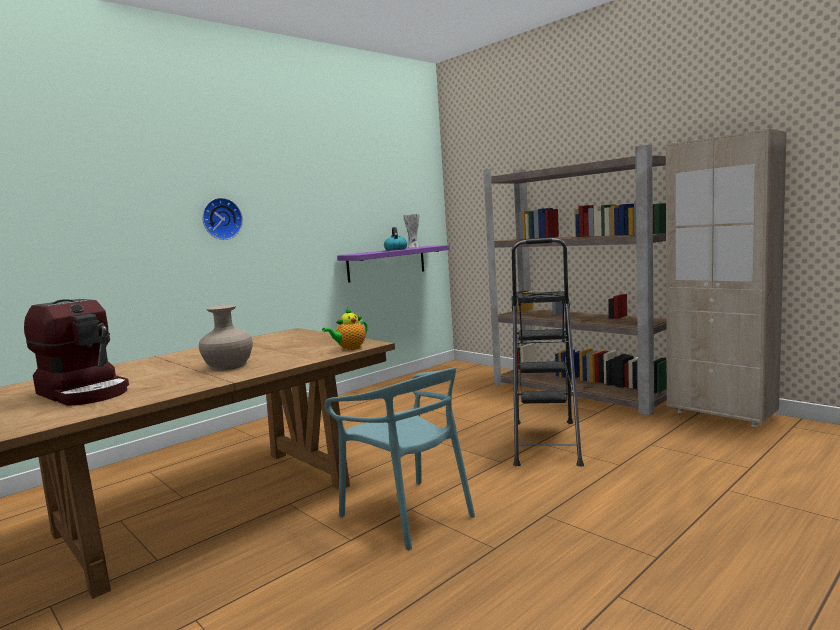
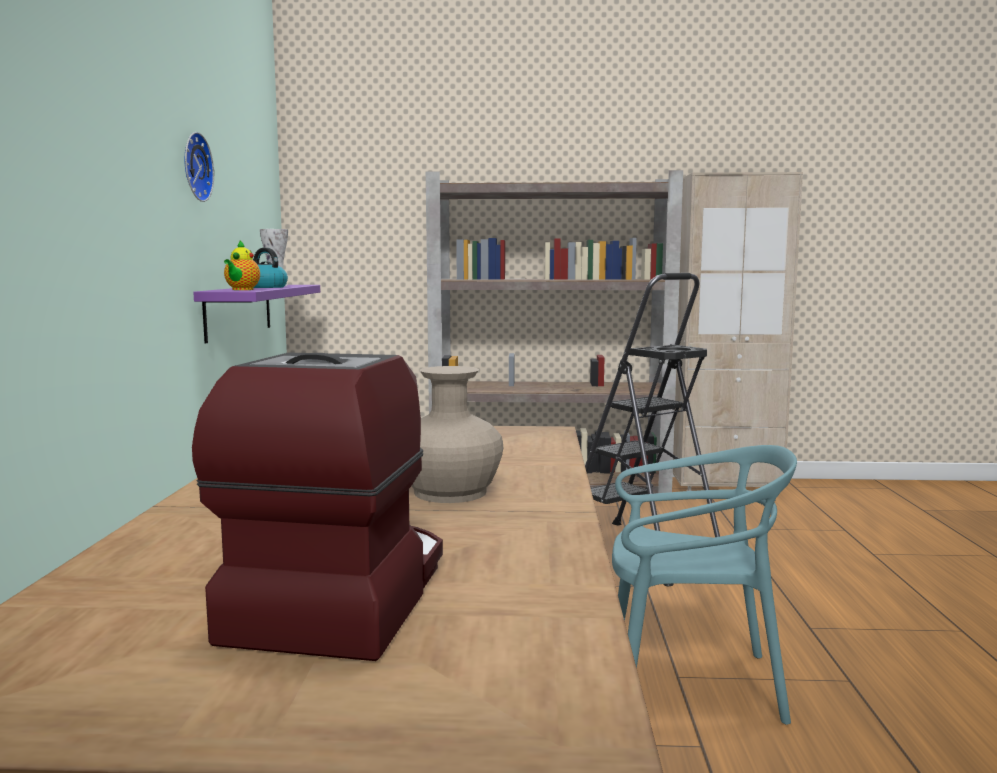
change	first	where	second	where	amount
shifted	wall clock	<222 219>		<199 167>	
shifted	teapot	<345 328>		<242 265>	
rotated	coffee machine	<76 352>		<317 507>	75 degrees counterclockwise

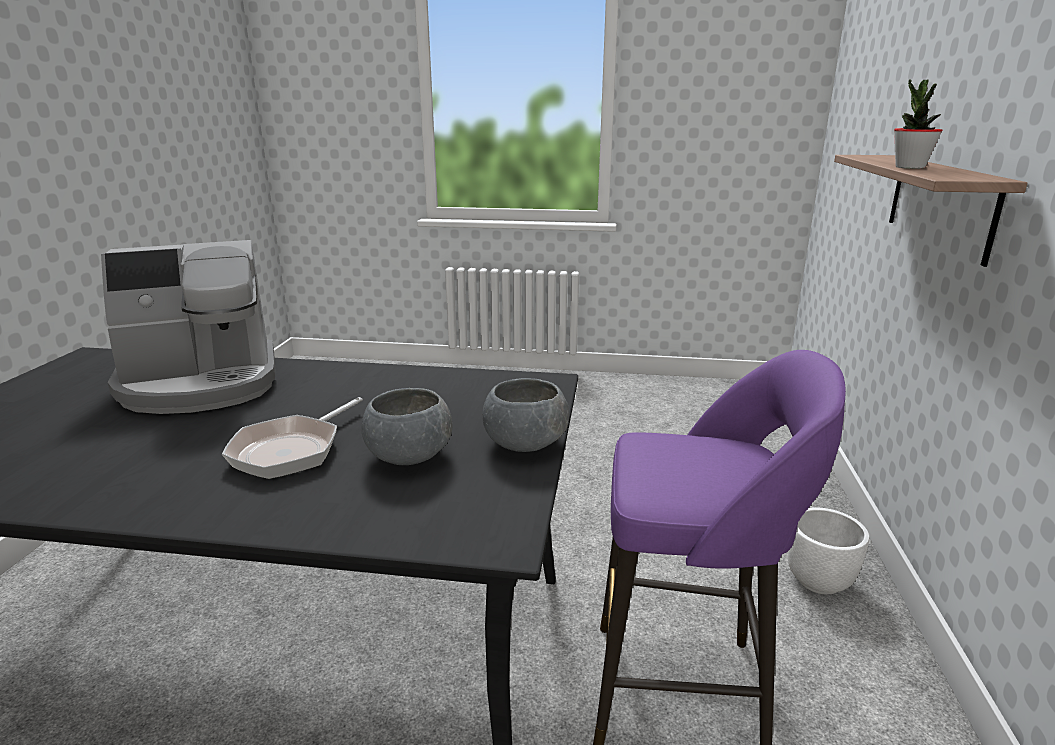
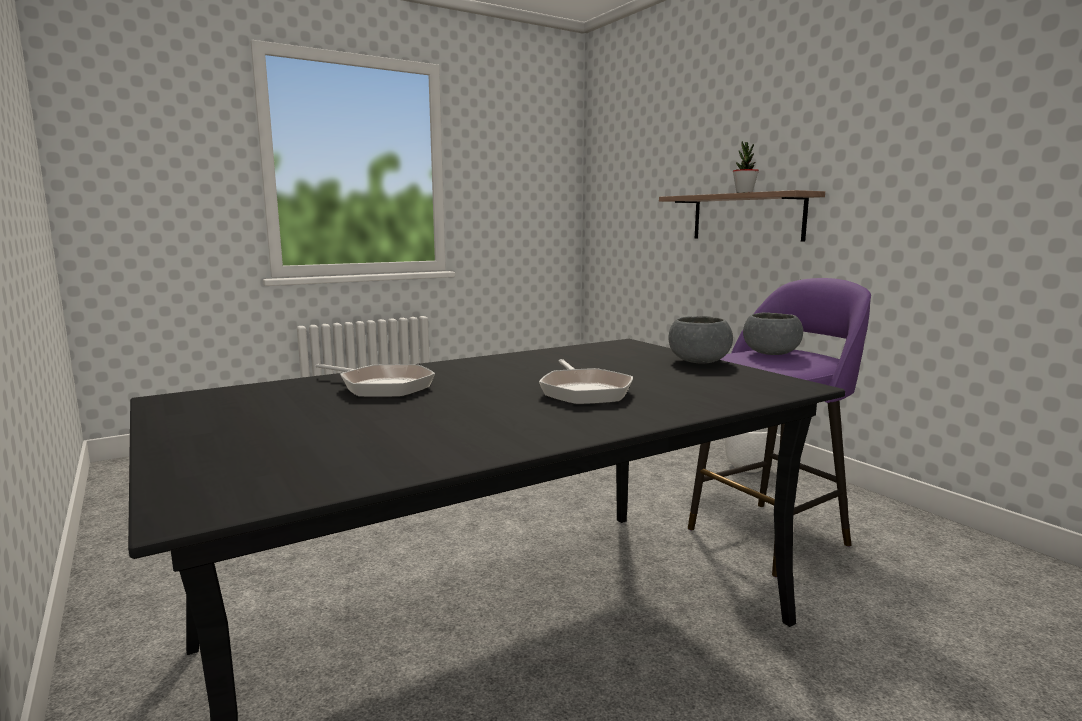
change	first	where	second	where	amount
shifted	grey bowl	<407 426>		<773 333>	
swapped	coffee machine	<188 327>	frying pan	<375 380>	

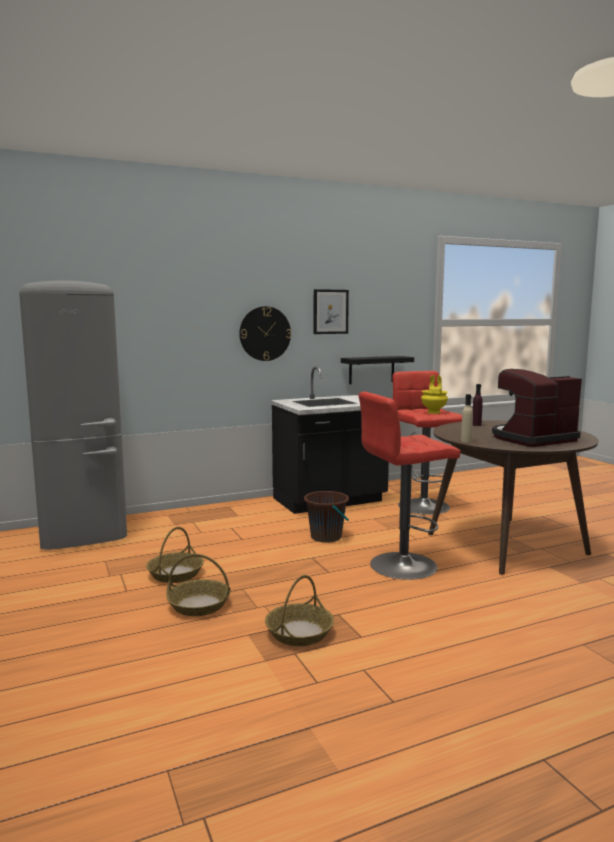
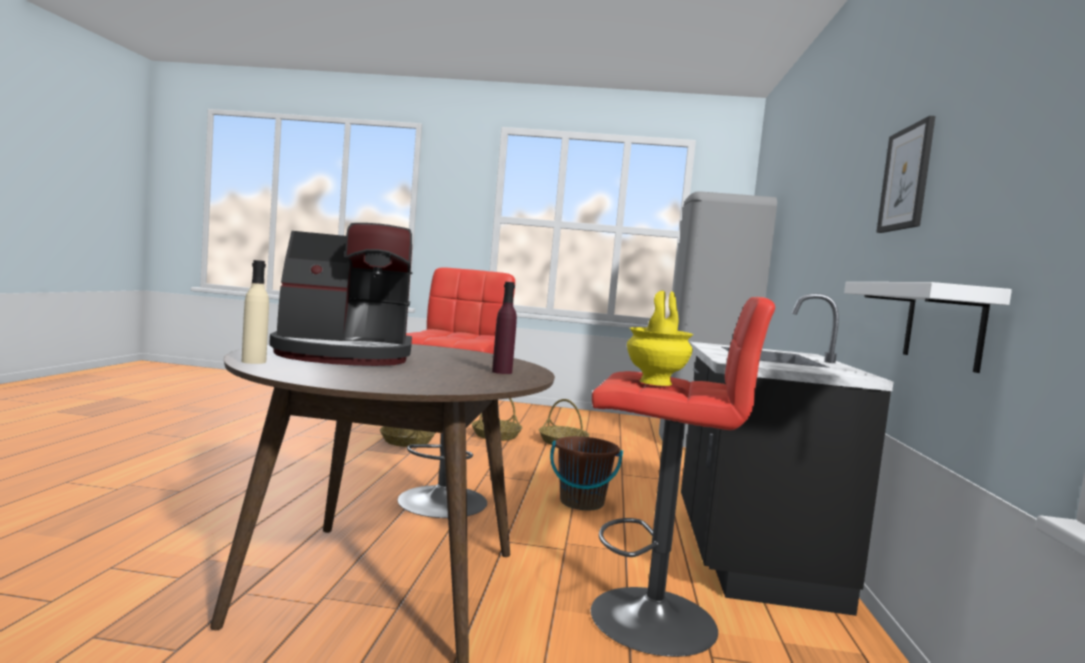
change	first	where	second	where	amount
gone	wall clock	<265 333>			
shifted	beige bottle	<467 418>		<255 312>	
repainted	black shelf	<377 370>	white shelf	<928 327>	
rotated	coffee machine	<537 408>		<340 294>	75 degrees clockwise

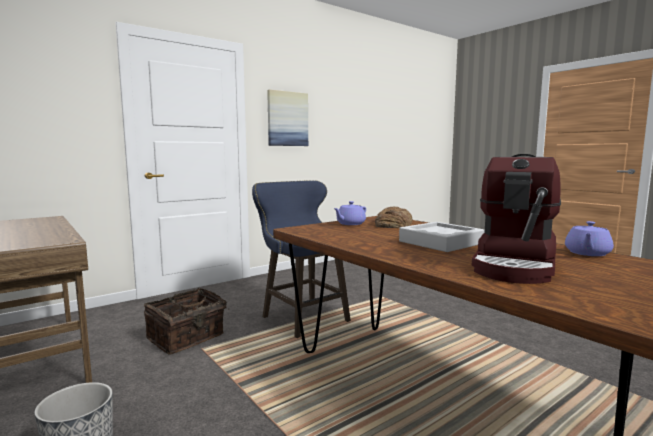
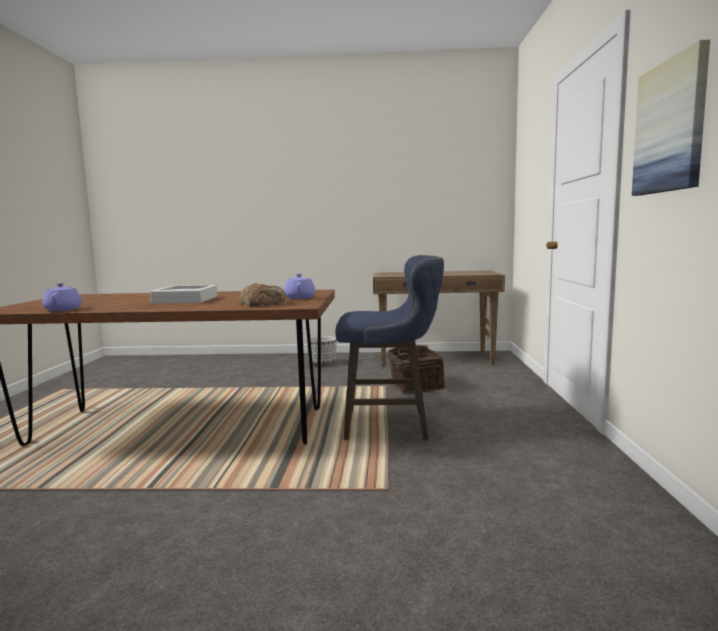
change	first	where	second	where	amount
gone	coffee machine	<516 219>			

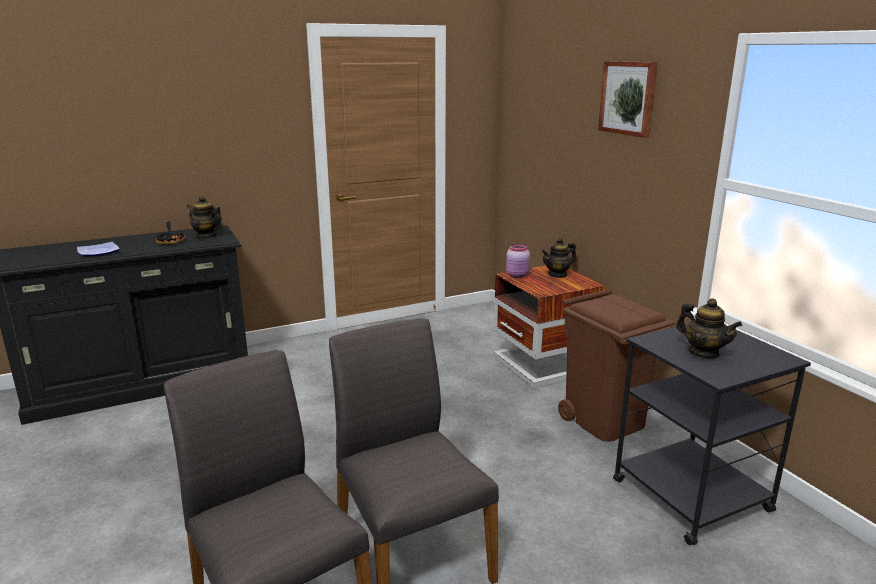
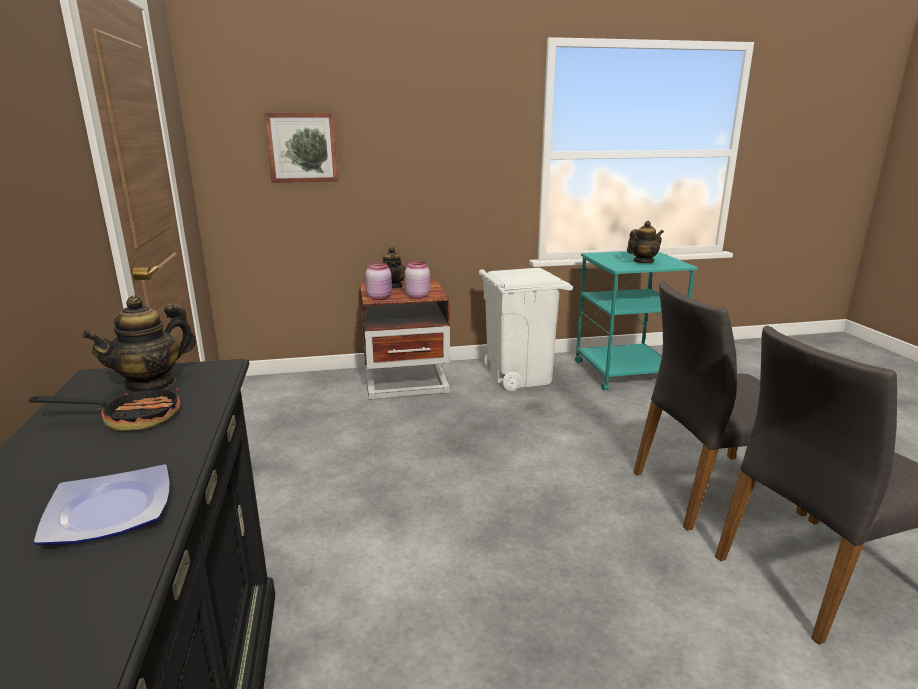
change	first	where	second	where	amount
new			pink jar	<417 280>	
shifted	picture	<628 99>		<301 148>	
repainted	brown trash can	<617 365>	white trash can	<526 329>	
repainted	black cart	<712 434>	turquoise cart	<636 320>	

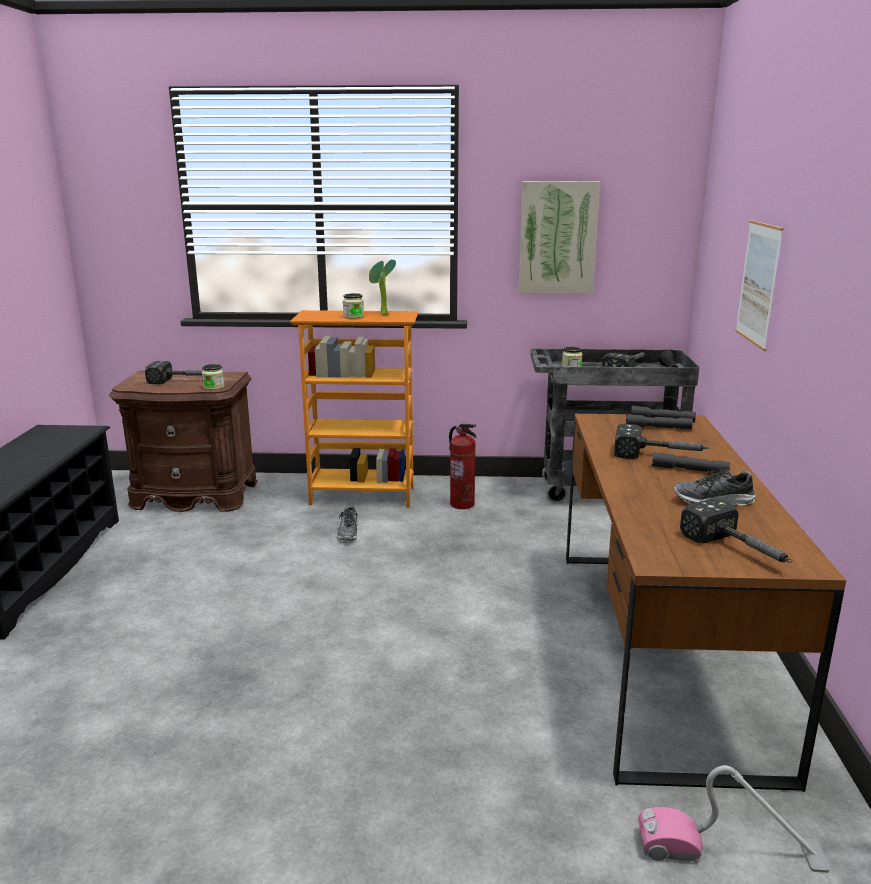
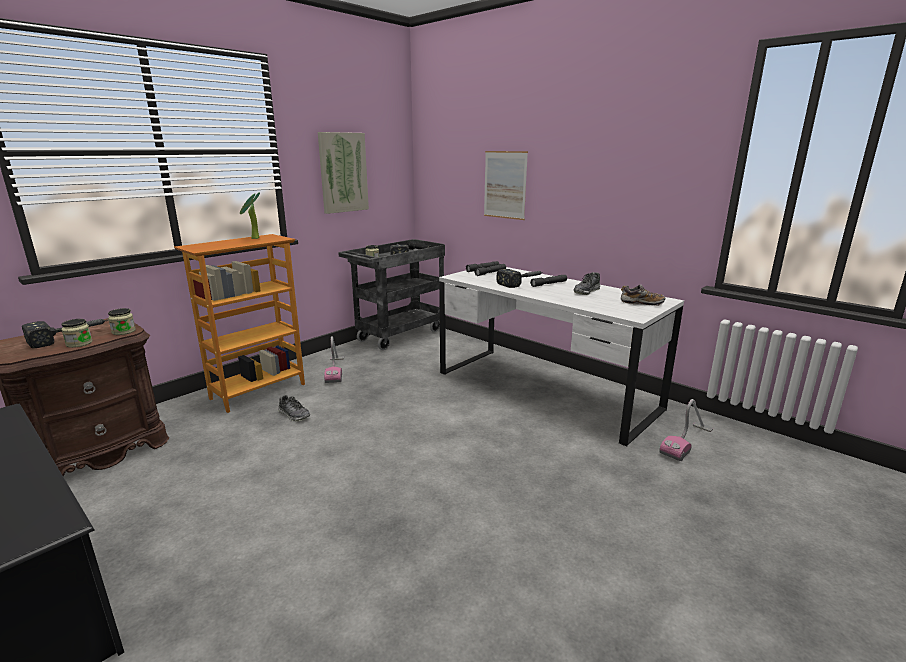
change	first	where	second	where	amount
shifted	jar	<353 306>		<77 333>	
swapped	fire extinguisher	<463 466>	vacuum cleaner	<334 359>	
swapped	hammer	<736 530>	shoe	<643 295>	
repainted	brown desk	<706 603>	white desk	<561 356>	

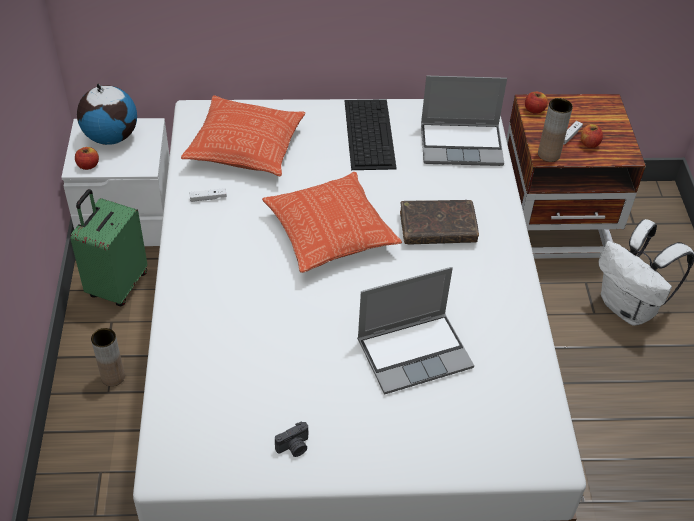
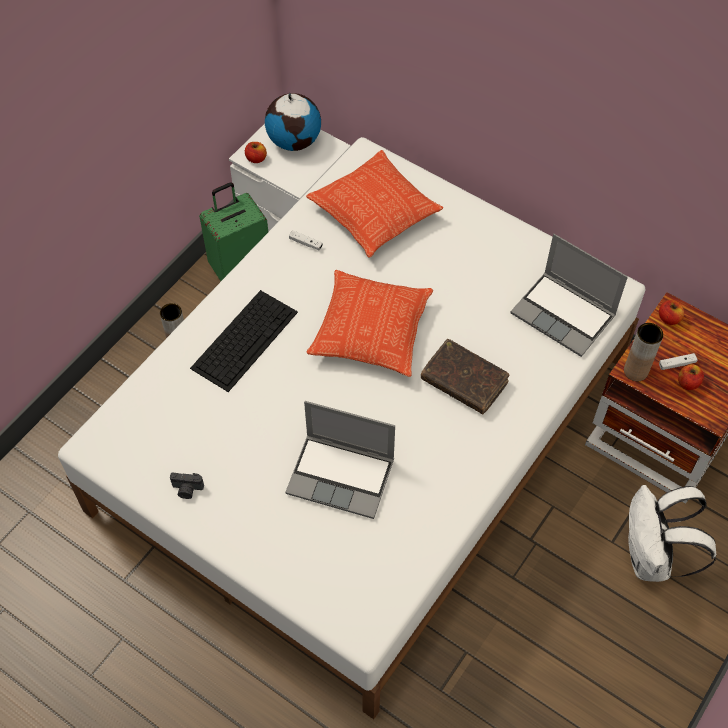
change	first	where	second	where	amount
shifted	keyboard	<371 134>		<244 341>	

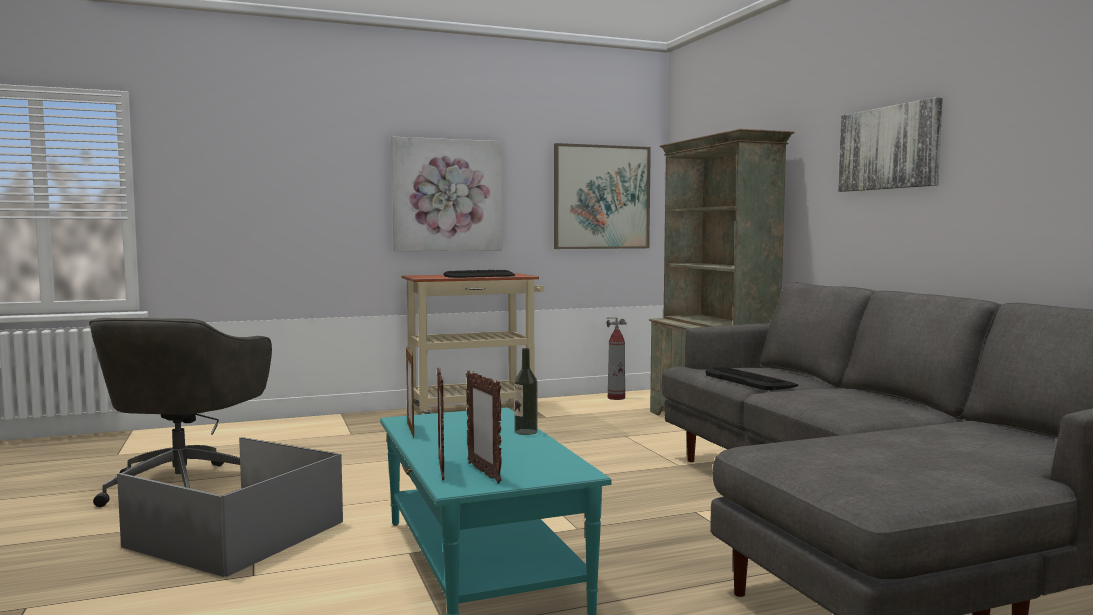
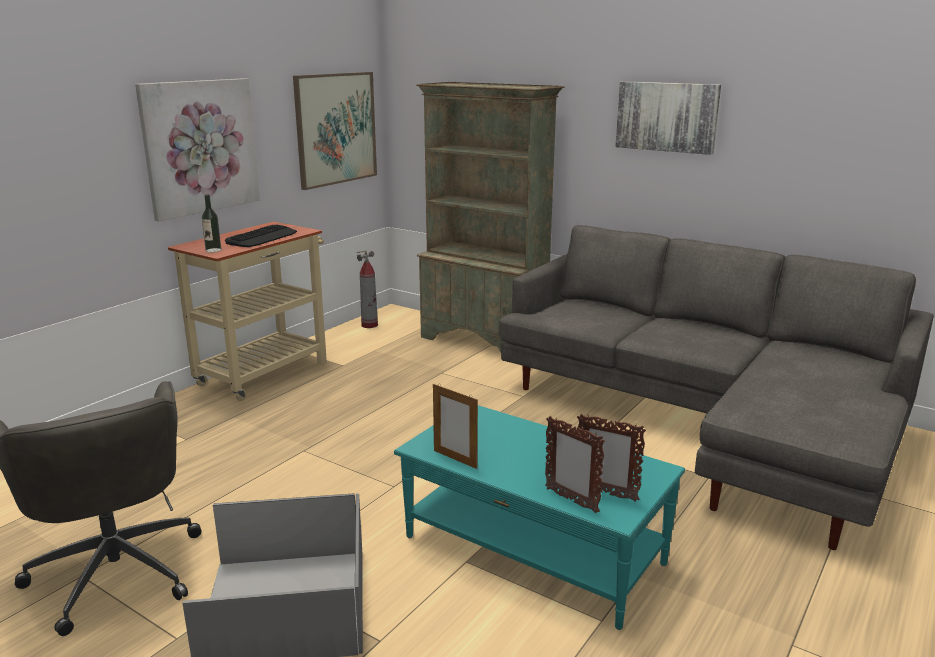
change	first	where	second	where	amount
gone	keyboard	<751 378>			
shifted	bottle	<526 391>		<211 223>	

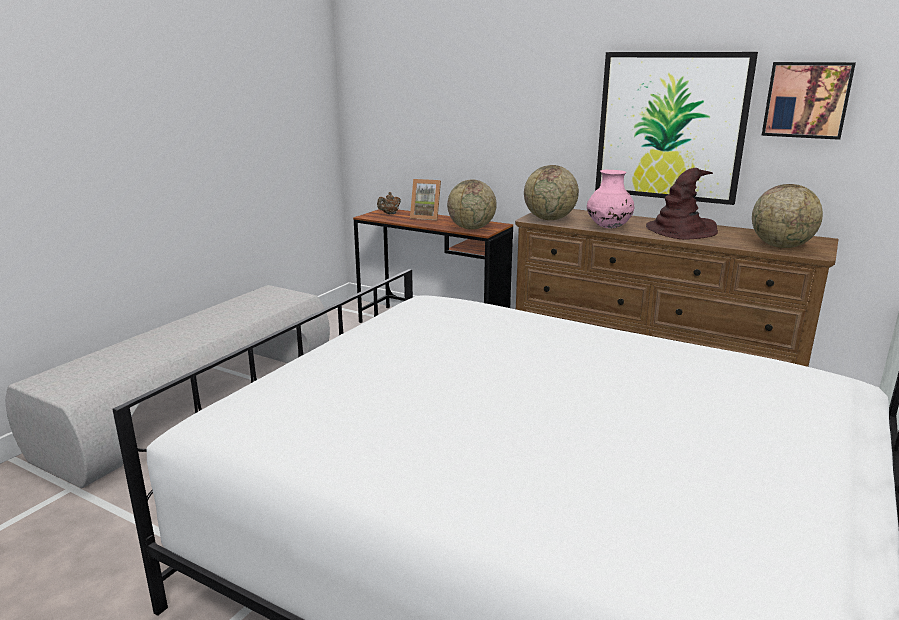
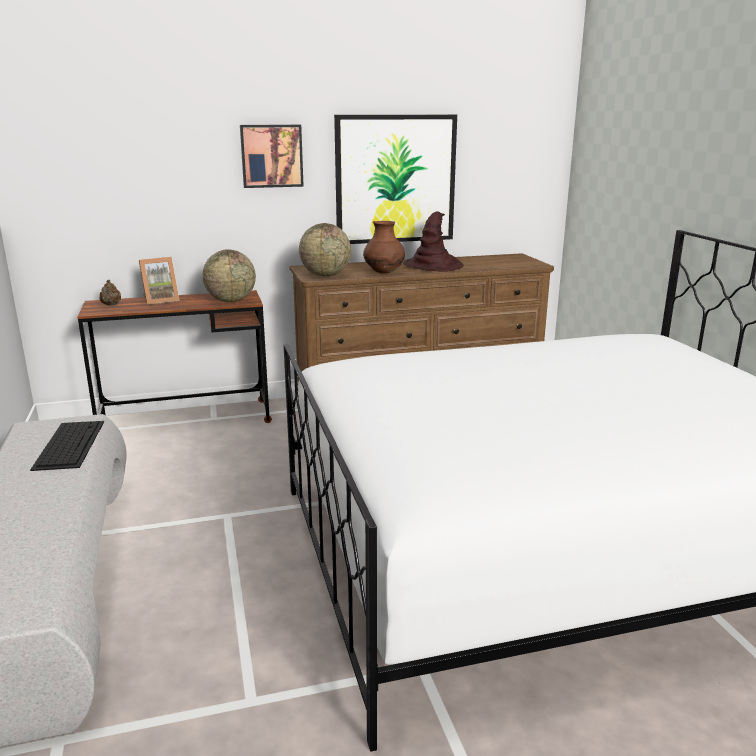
change	first	where	second	where	amount
gone	globe	<787 216>			
new			keyboard	<67 446>	
shifted	picture	<809 101>		<272 156>	
repainted	pink vase	<610 199>	brown vase	<384 247>	

